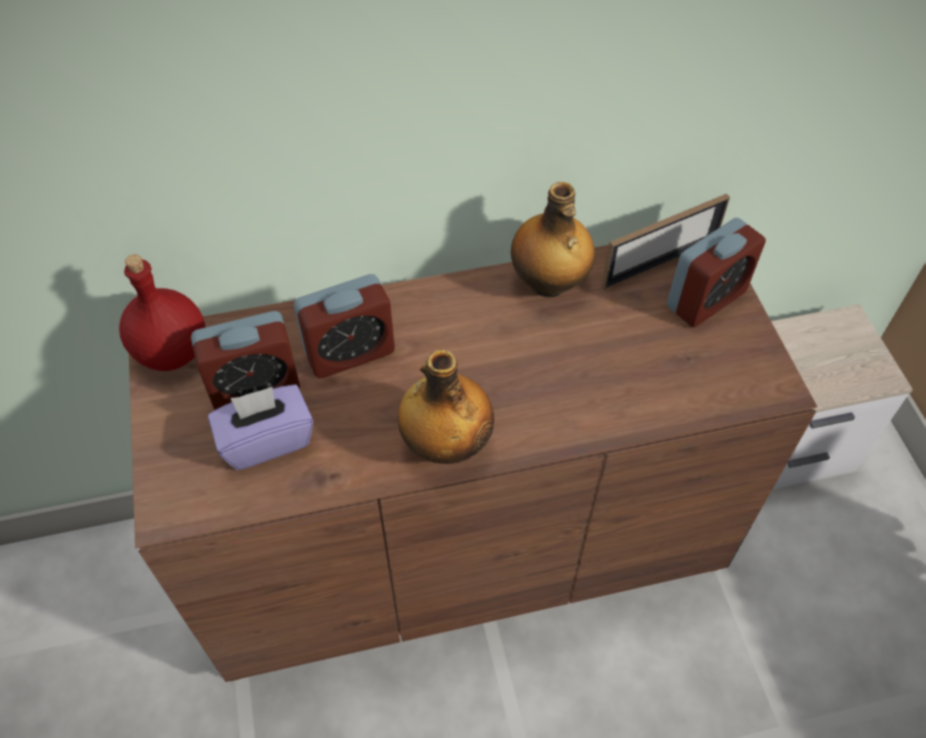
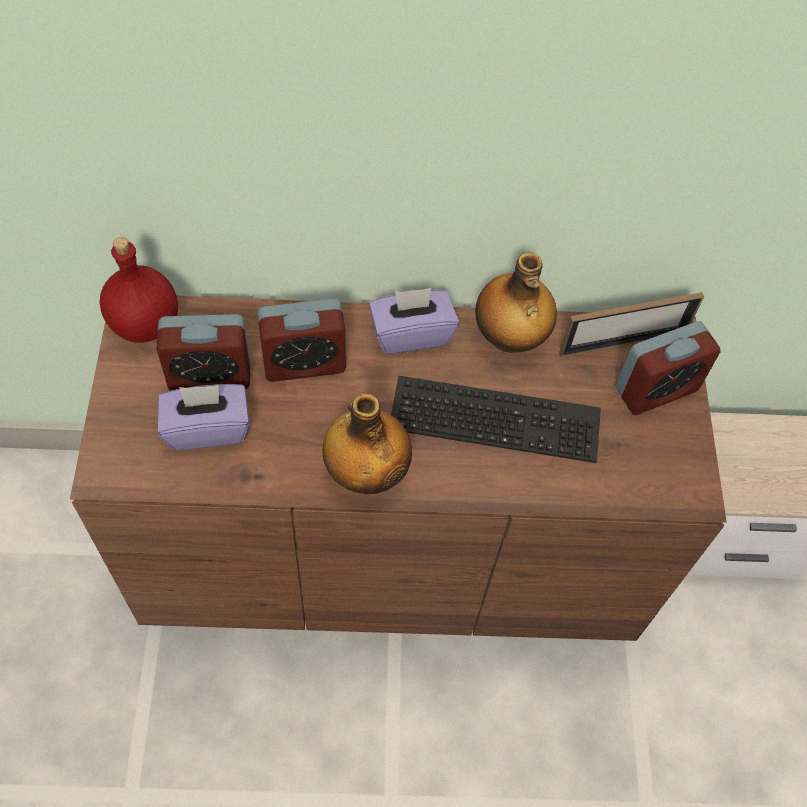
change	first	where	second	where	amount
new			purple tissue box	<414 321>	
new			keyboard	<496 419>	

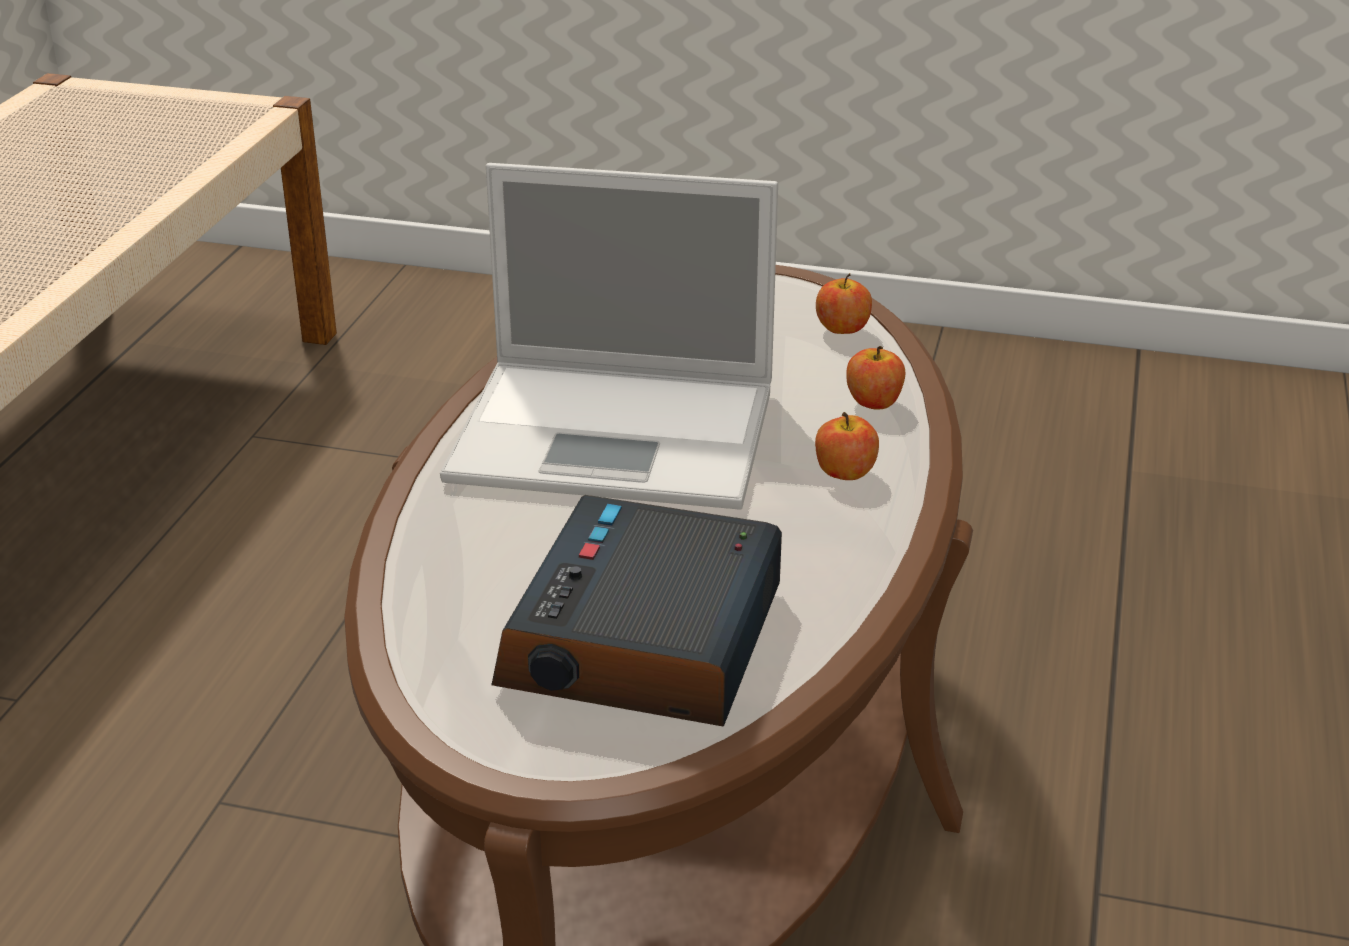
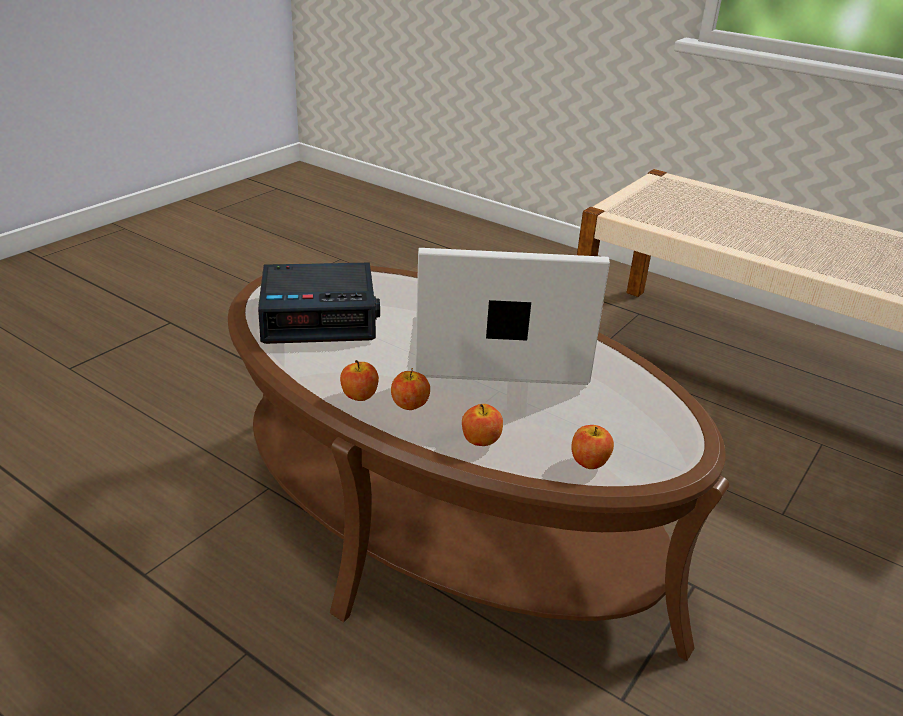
change	first	where	second	where	amount
new			apple	<359 380>	
rotated	laptop	<609 336>		<512 316>	60 degrees clockwise
rotated	alarm clock	<636 611>		<319 303>	135 degrees clockwise

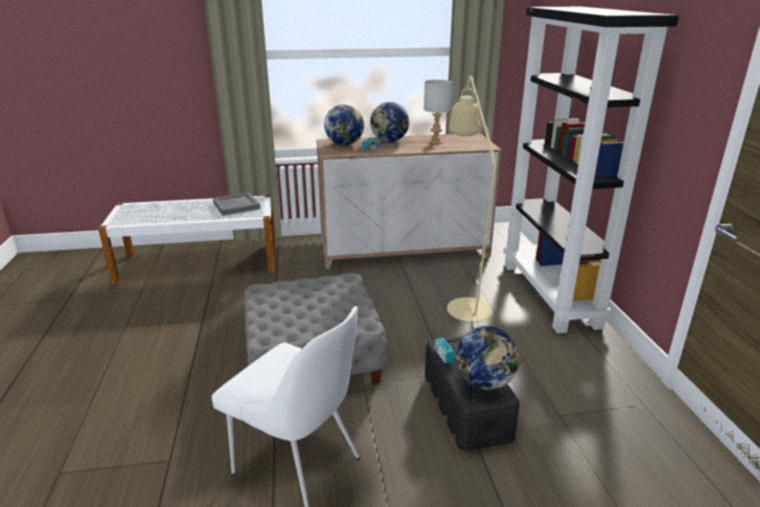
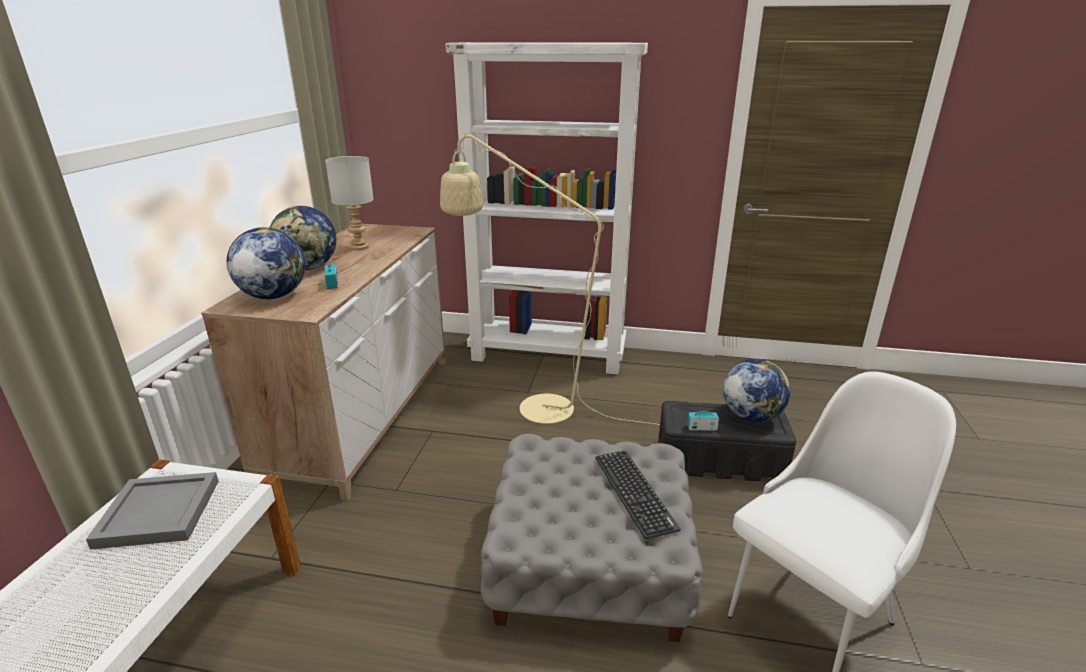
change	first	where	second	where	amount
new			keyboard	<638 494>	
repainted	black bookcase	<591 170>	white bookcase	<547 208>	

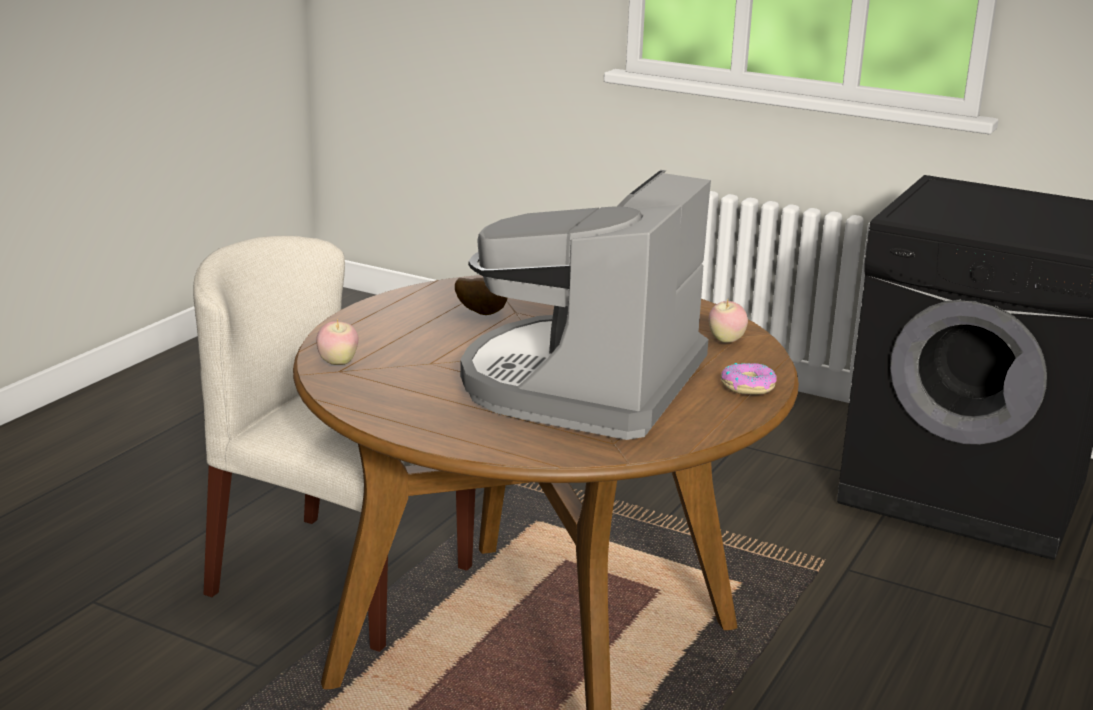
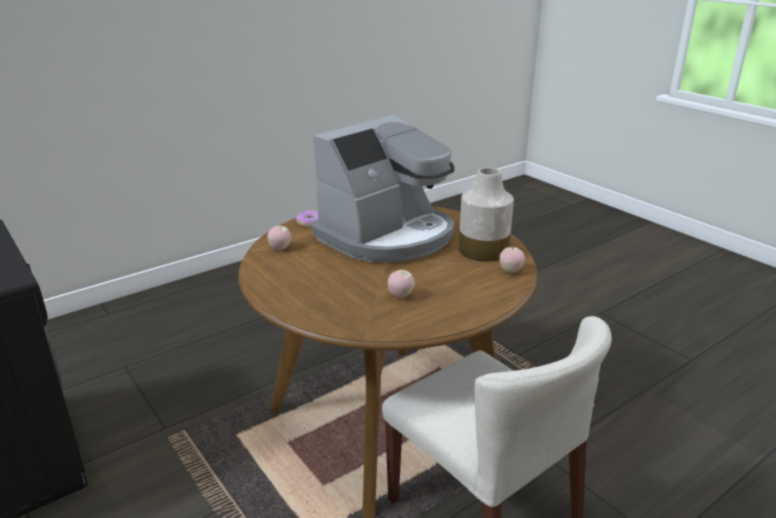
change	first	where	second	where	amount
new			beige vase	<486 214>	
swapped	potato	<481 296>	apple	<401 284>	

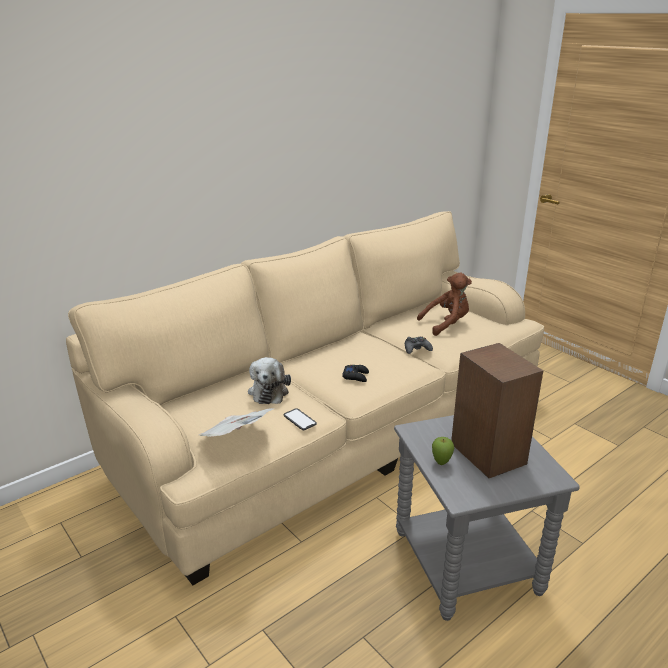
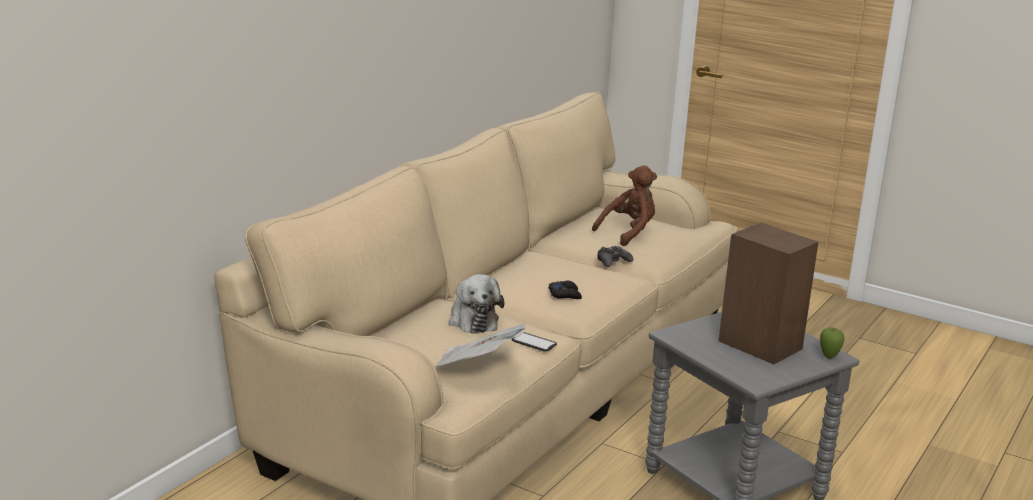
change	first	where	second	where	amount
shifted	apple	<443 451>		<832 343>	

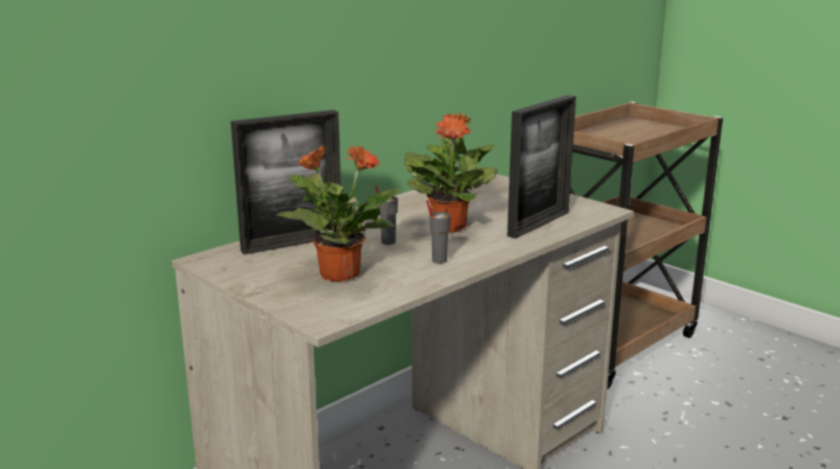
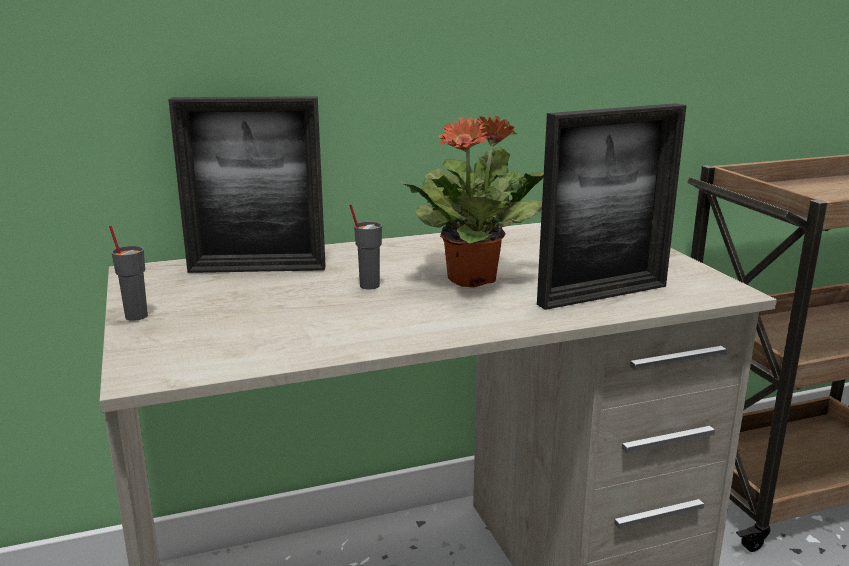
change	first	where	second	where	amount
gone	potted plant	<337 213>			
shifted	grey cup	<438 231>		<128 273>	

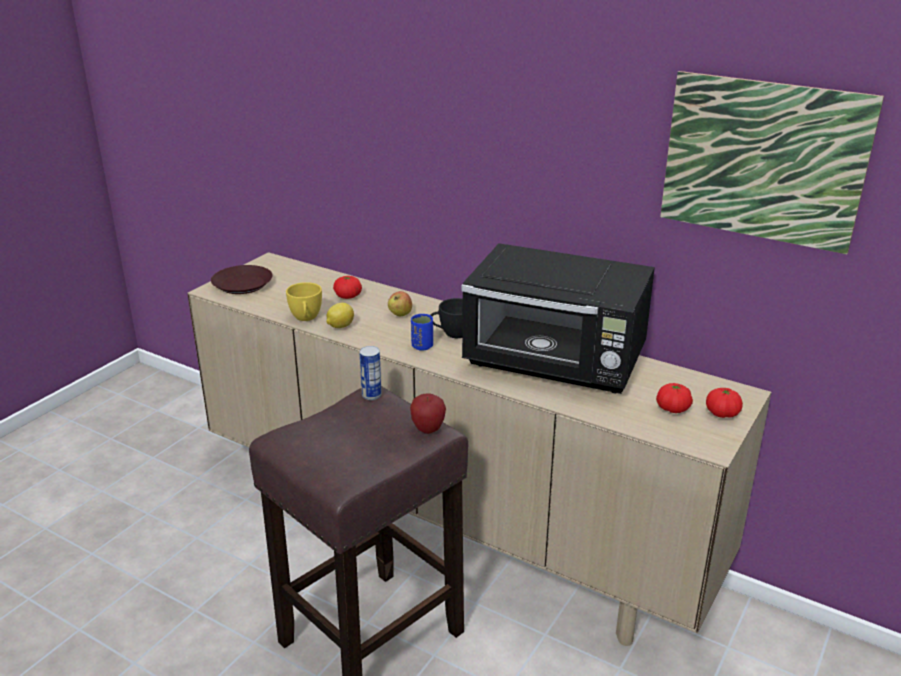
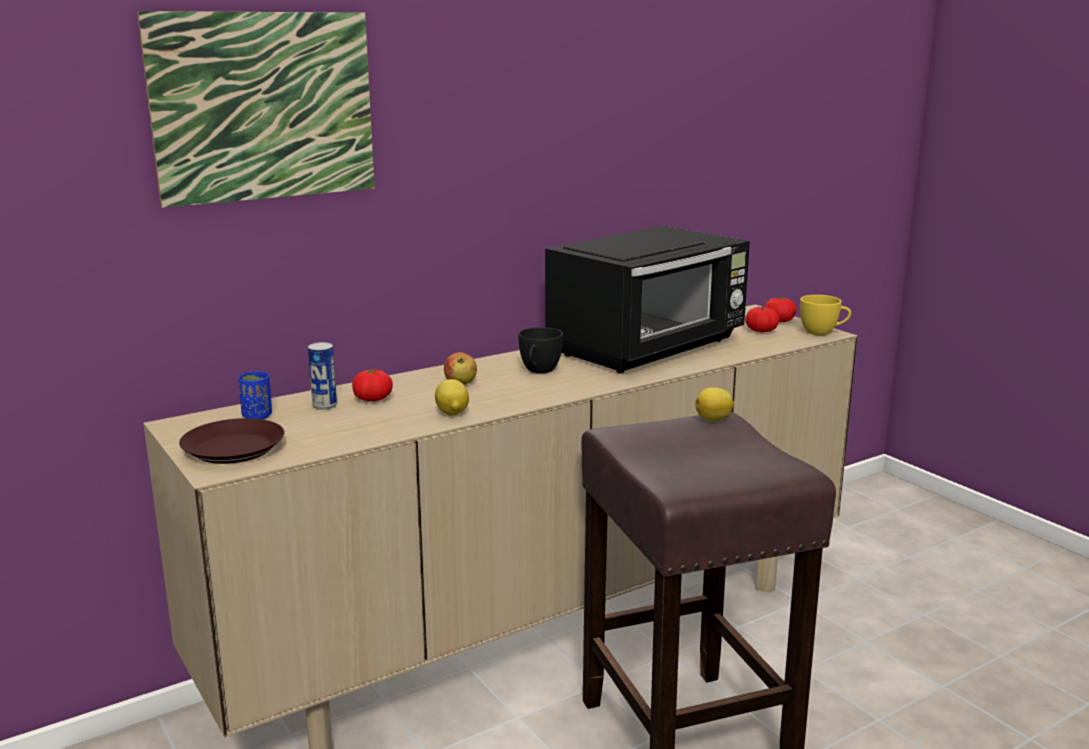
change	first	where	second	where	amount
shifted	yellow cup	<304 301>		<825 315>	
shifted	can	<370 373>		<322 376>	
shifted	blue cup	<422 332>		<255 395>	
shifted	picture	<772 162>		<256 109>	
swapped	apple	<428 413>	lemon	<714 404>	

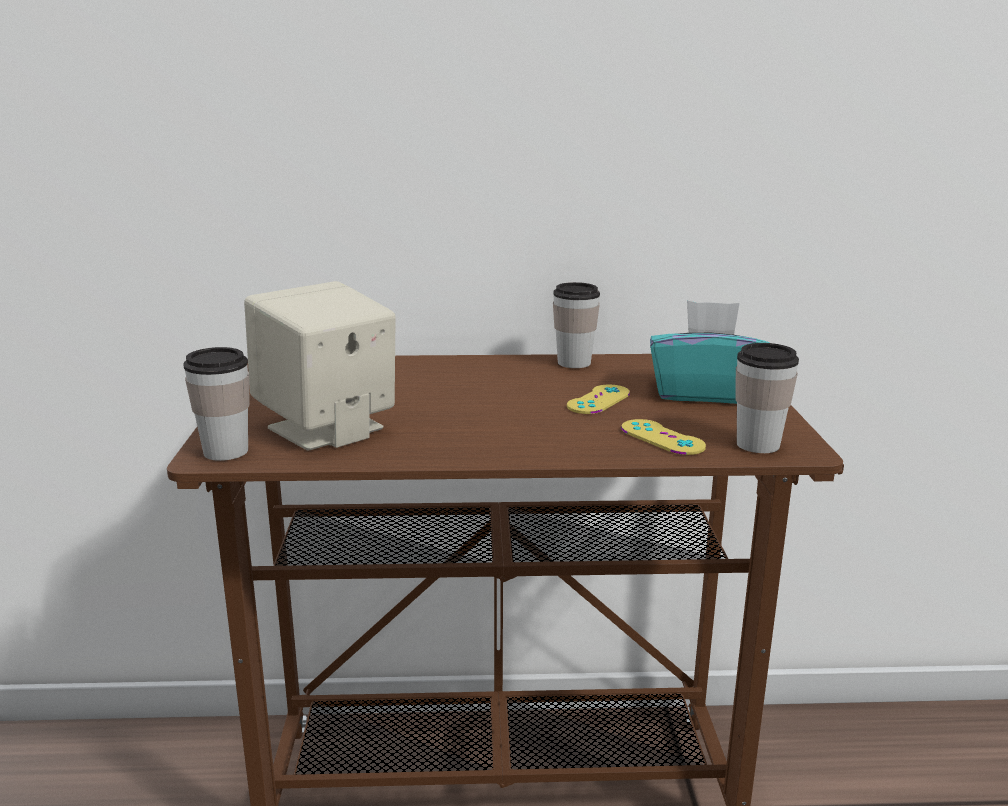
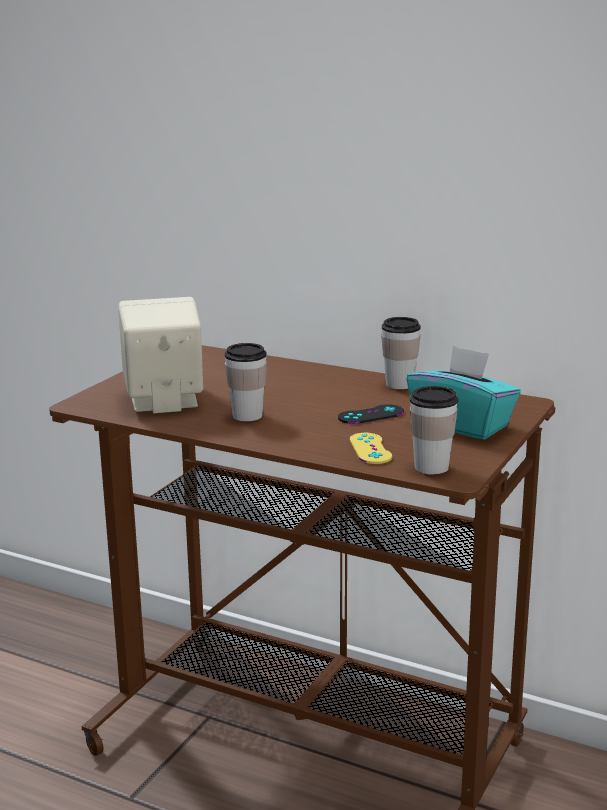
change	first	where	second	where	amount
shifted	cup	<216 404>		<246 382>	
repainted	yellow game controller	<598 399>	black game controller	<371 414>	

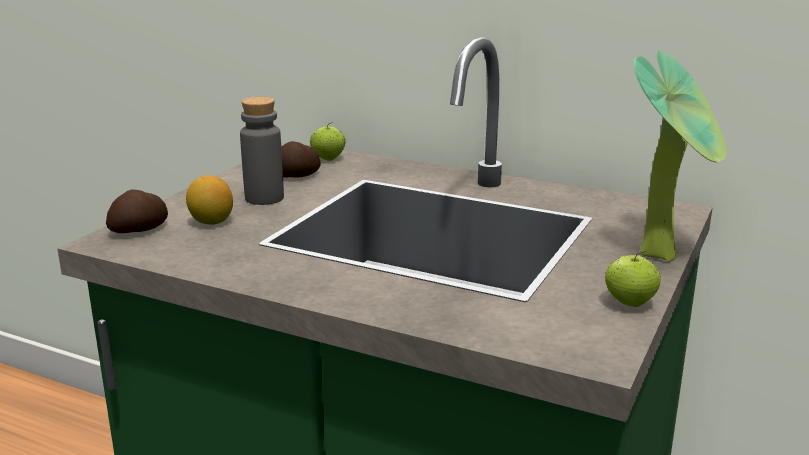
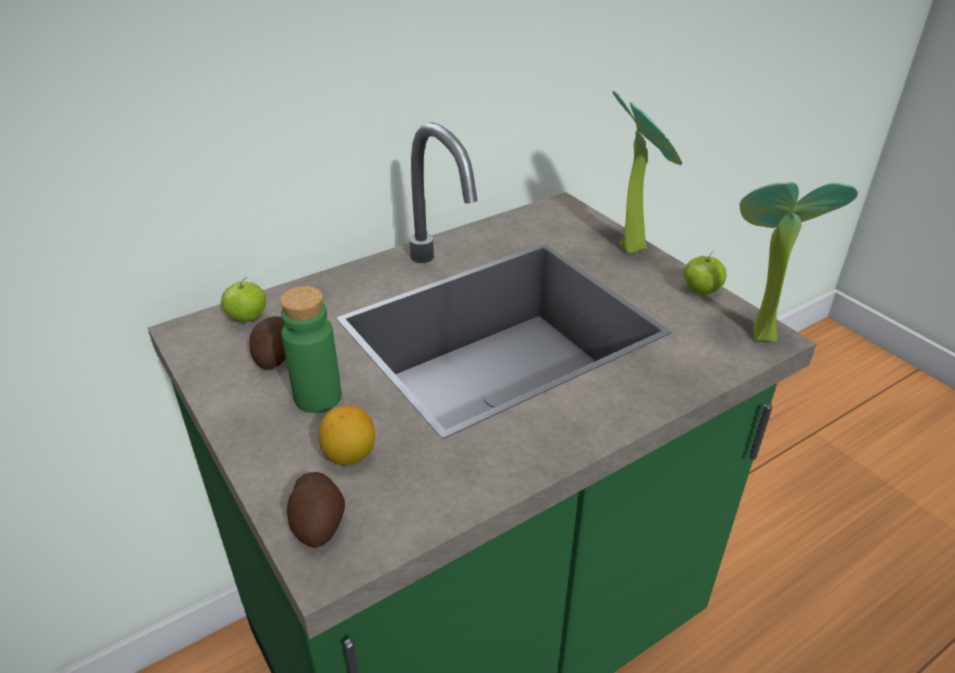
change	first	where	second	where	amount
new			potted plant	<799 262>	
repainted	grey bottle	<262 151>	green bottle	<311 349>	

